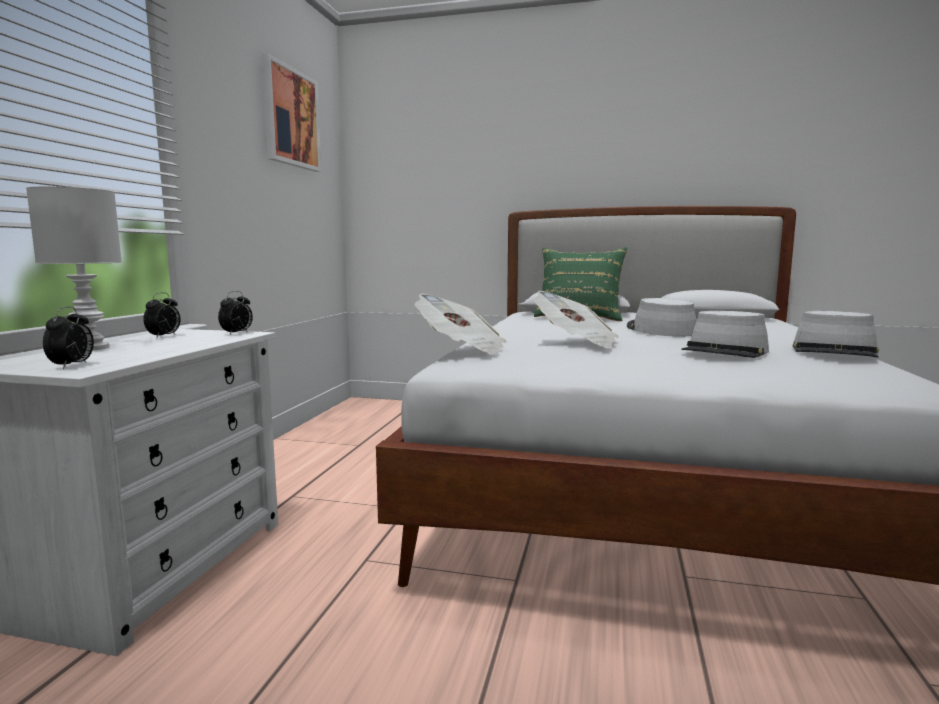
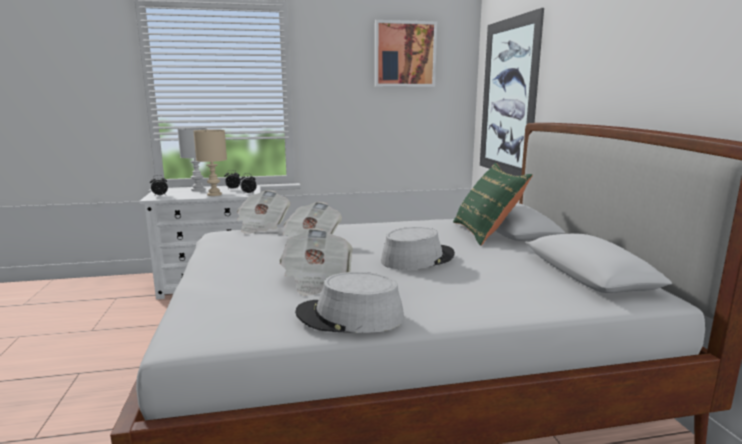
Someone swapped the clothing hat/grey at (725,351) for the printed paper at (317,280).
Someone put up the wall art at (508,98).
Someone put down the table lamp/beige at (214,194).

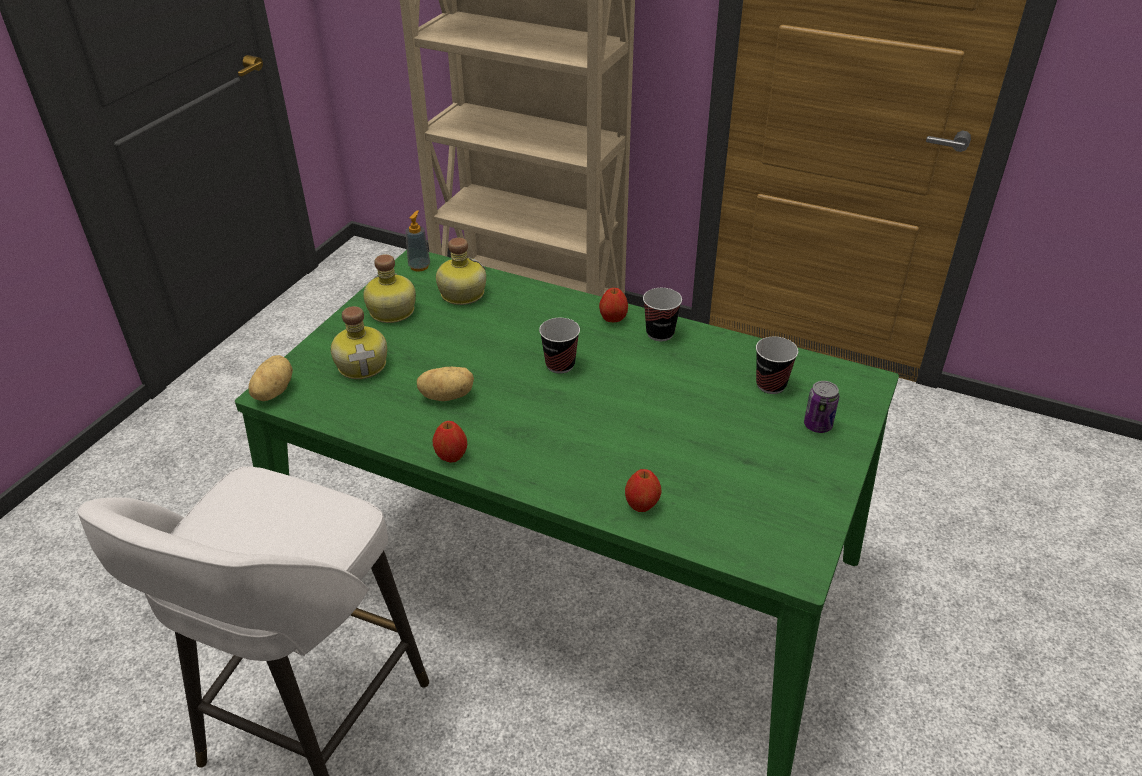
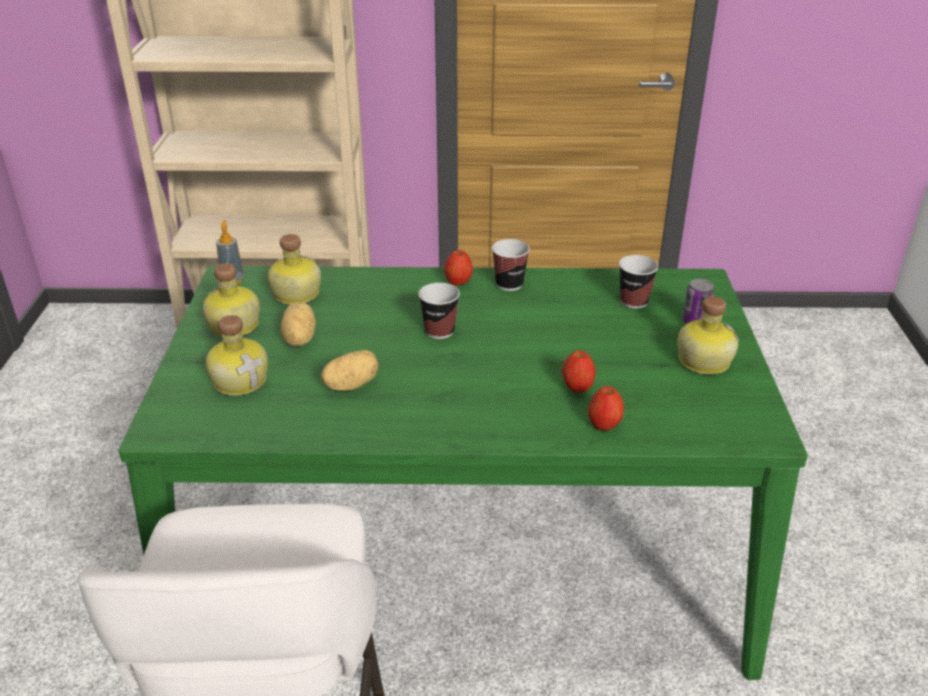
Someone carried the whole potato from (272,392) to (298,339).
Someone carried the apple from (451,455) to (577,387).
Someone put down the bottle at (702,360).

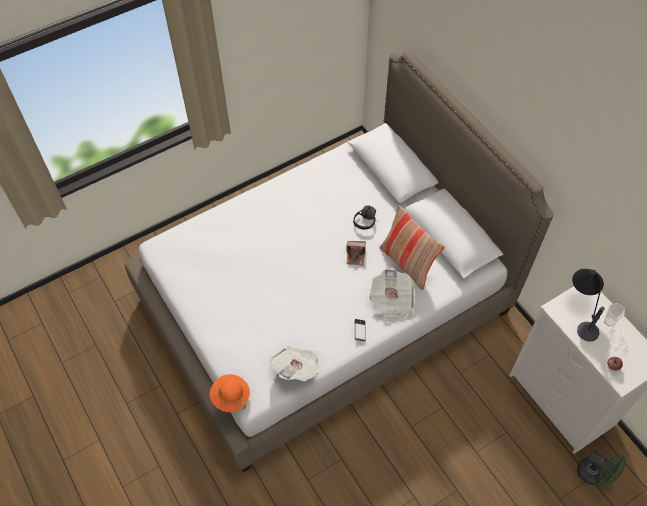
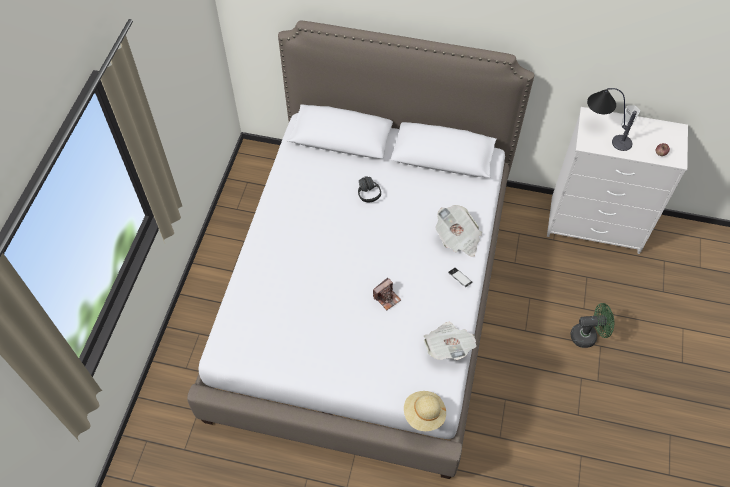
Someone took away the cushion at (407,263).
Someone carried the photo camera from (355,256) to (386,298).
Someone repainted the clothing hat/orangey at (230,397), which became the clothing hat/beige at (424,415).
Someone carried the electric fan/green from (594,475) to (587,336).

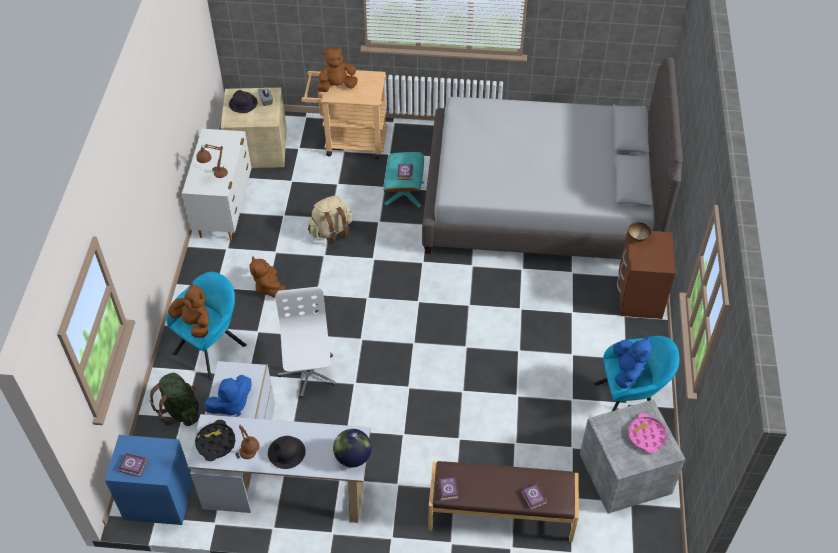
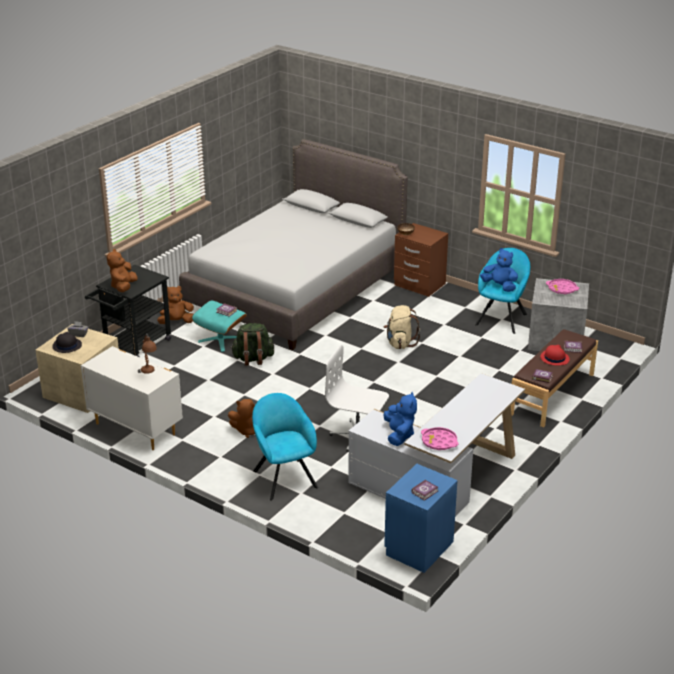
Someone repainted the wheeled cart/beige at (349,141), which became the wheeled cart/black-coloured at (133,346).
Someone carried the rucksack/beige from (331,231) to (400,343).
Someone carried the plush toy/brown-coloured from (194,323) to (176,322).
Someone carried the rucksack/green from (181,410) to (253,359).
Someone repainted the serving tray/black-coloured at (215,443), which became the serving tray/pink-coloured at (439,442).
Someone took away the table lamp/brown-coloured at (250,459).
Someone took away the desk globe at (353,457).
Someone took away the clothing hat/black-coloured at (286,453).
Someone put down the clothing hat/reddish at (554,358).

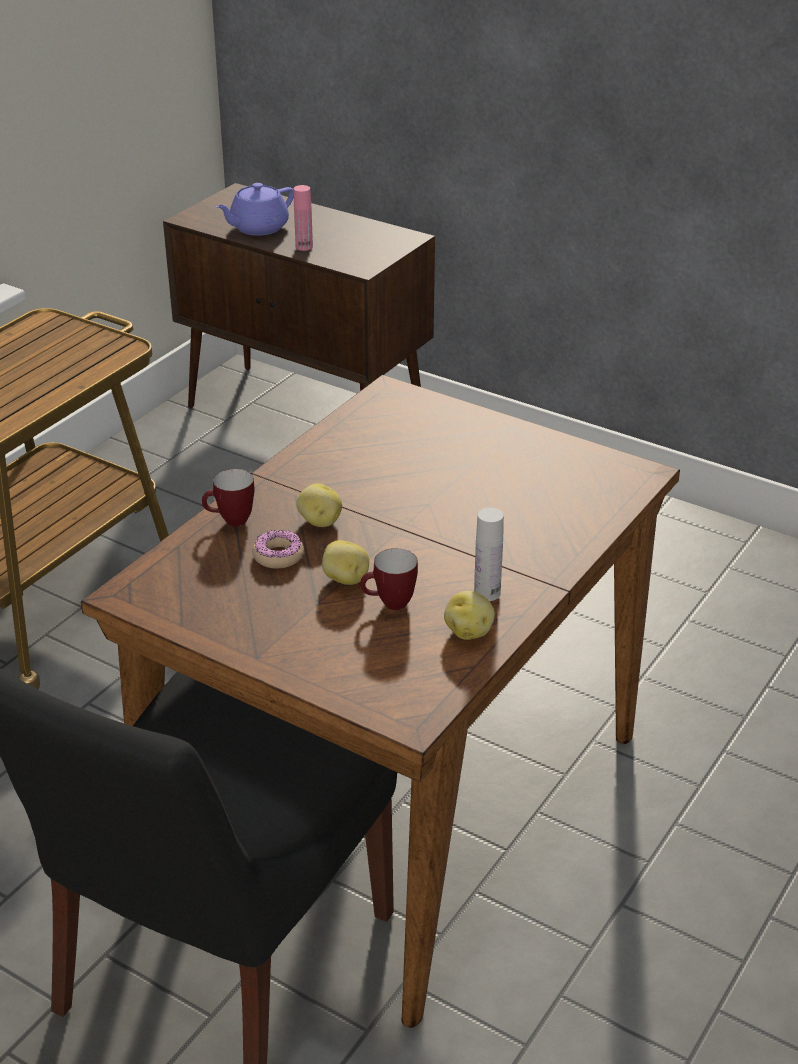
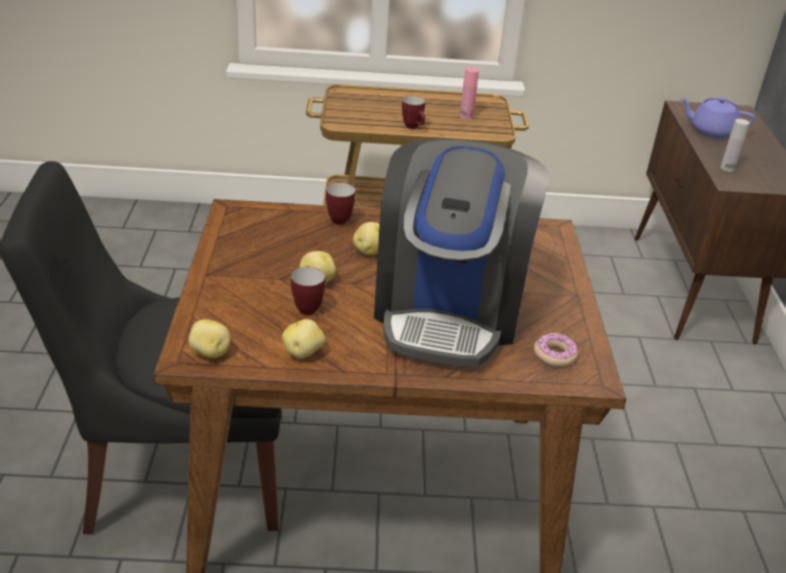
Someone carried the bottle/pink-coloured from (304,247) to (466,116).
Someone carried the bottle/white-coloured from (487,593) to (727,168).
Someone carried the ring doughnut from (278,556) to (554,355).
Someone put down the coffee mug at (414,127).
Someone put down the coffee maker at (449,309).
Someone put down the whole potato at (210,353).

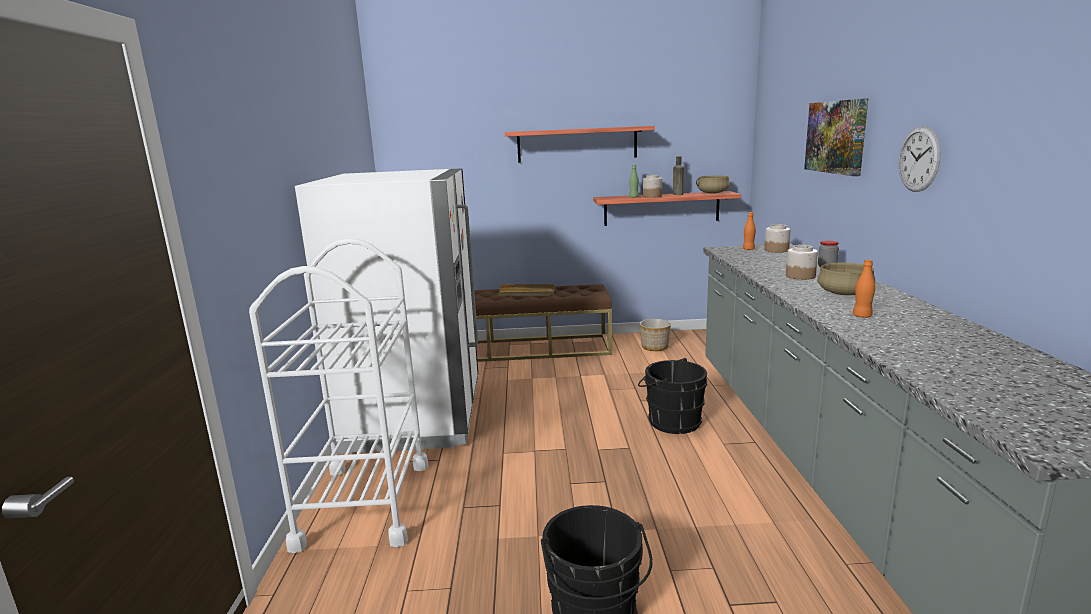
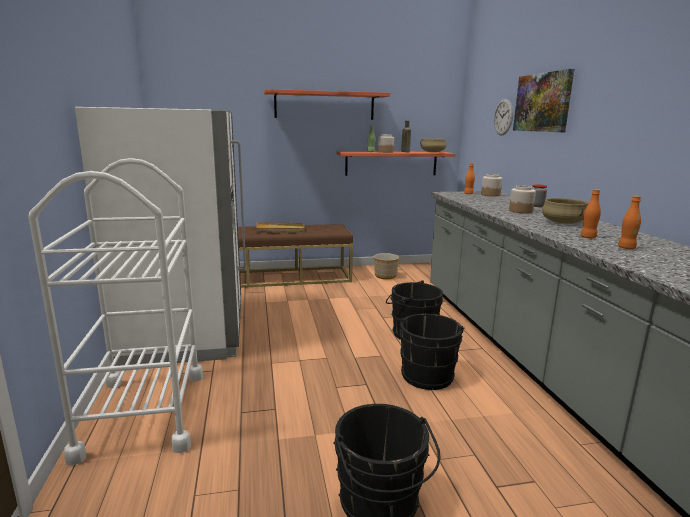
Someone carried the wall clock from (919,159) to (503,117).
Someone put down the bottle/orangey at (626,248).
Someone put down the bucket/black-coloured at (427,374).

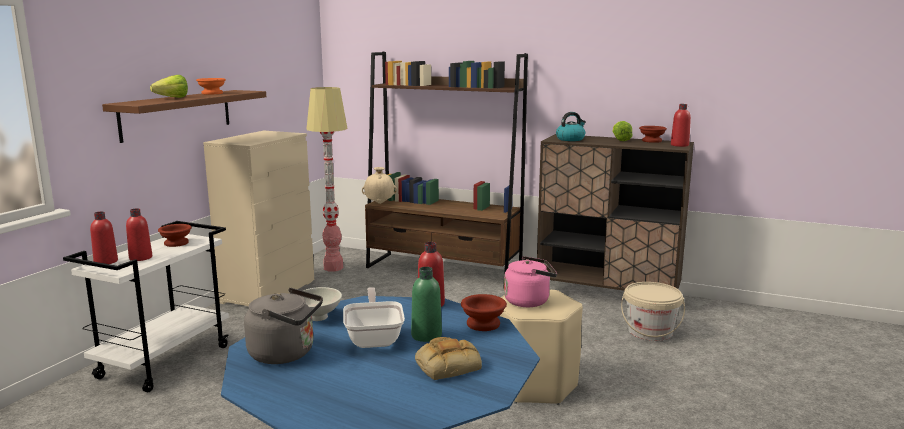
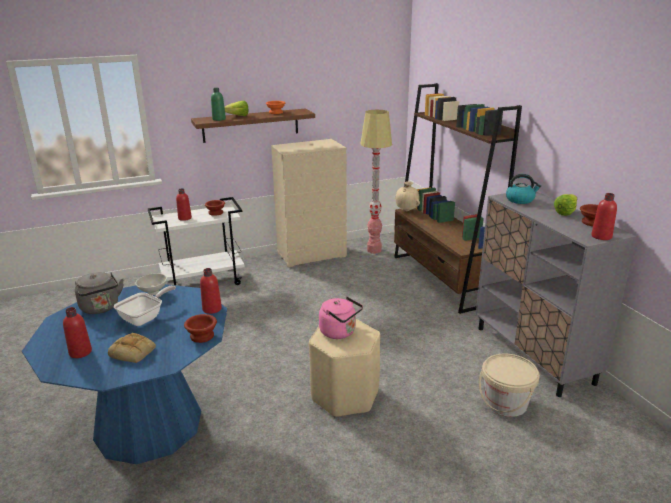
Someone repainted the cabinet/brown-coloured at (608,295), which became the cabinet/grey at (533,355).
Someone carried the bottle/reddish from (106,261) to (80,352).
Someone carried the bottle/green from (426,336) to (219,119).

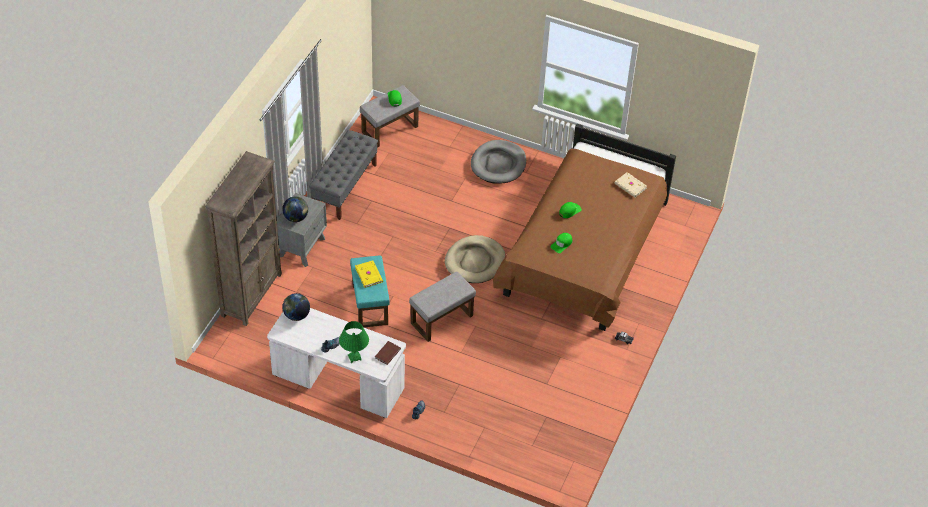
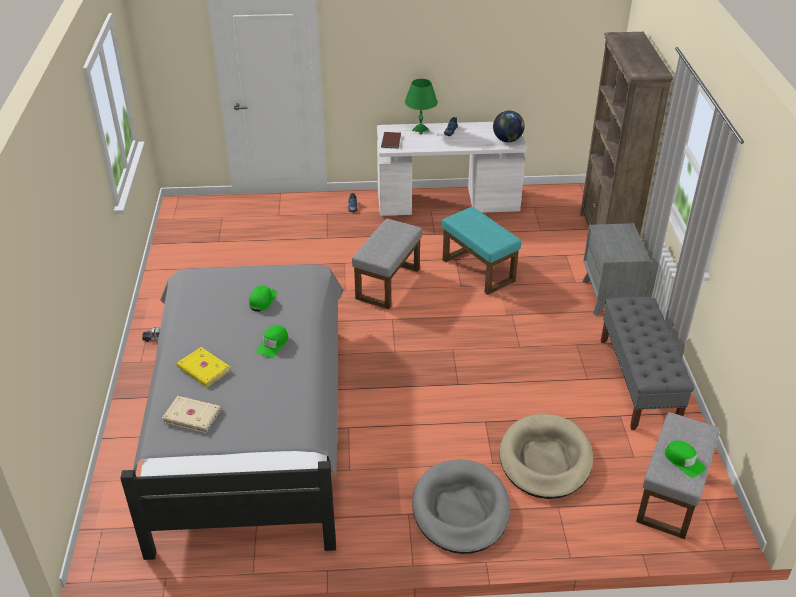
Someone repainted the bedroom bed/brown-coloured at (584,253), which became the bedroom bed/grey at (251,422).
Someone took away the desk globe at (296,218).
Someone carried the pet bed/beige from (475,261) to (545,459).
Someone carried the book/yellow-coloured from (369,274) to (203,369).

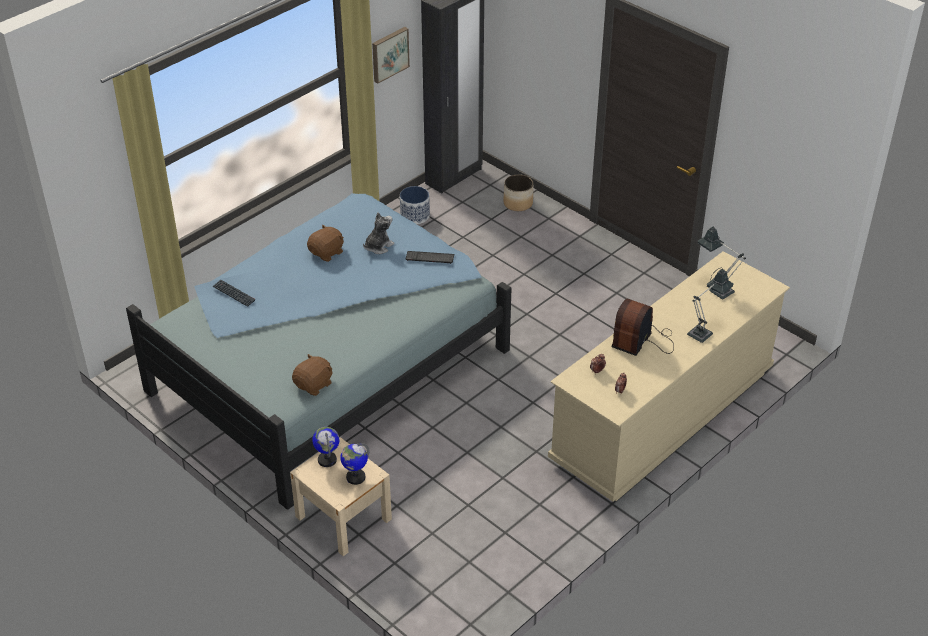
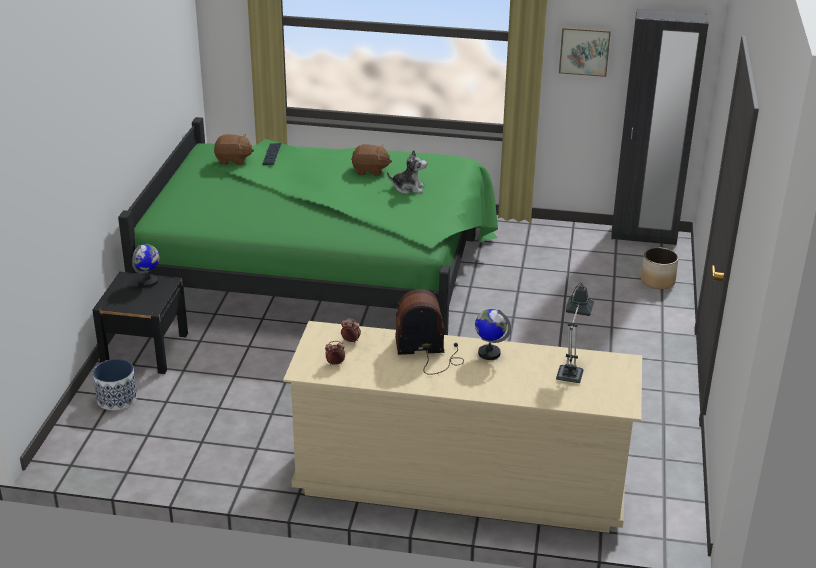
Someone carried the planter from (414,216) to (116,399).
Someone repainted the bedroom bed/blue-coloured at (328,361), which became the bedroom bed/green at (324,271).
Someone took away the keyboard at (430,258).
Someone took away the table lamp at (703,332).
Someone carried the plush toy/brown-coloured from (314,385) to (233,160).
Someone repainted the nightstand/beige at (343,518), which became the nightstand/black-coloured at (145,350).
Someone carried the desk globe from (355,477) to (489,353).

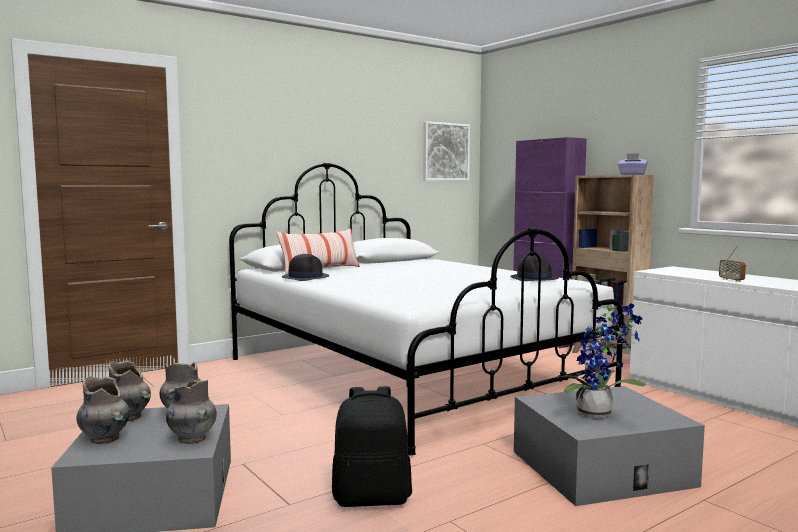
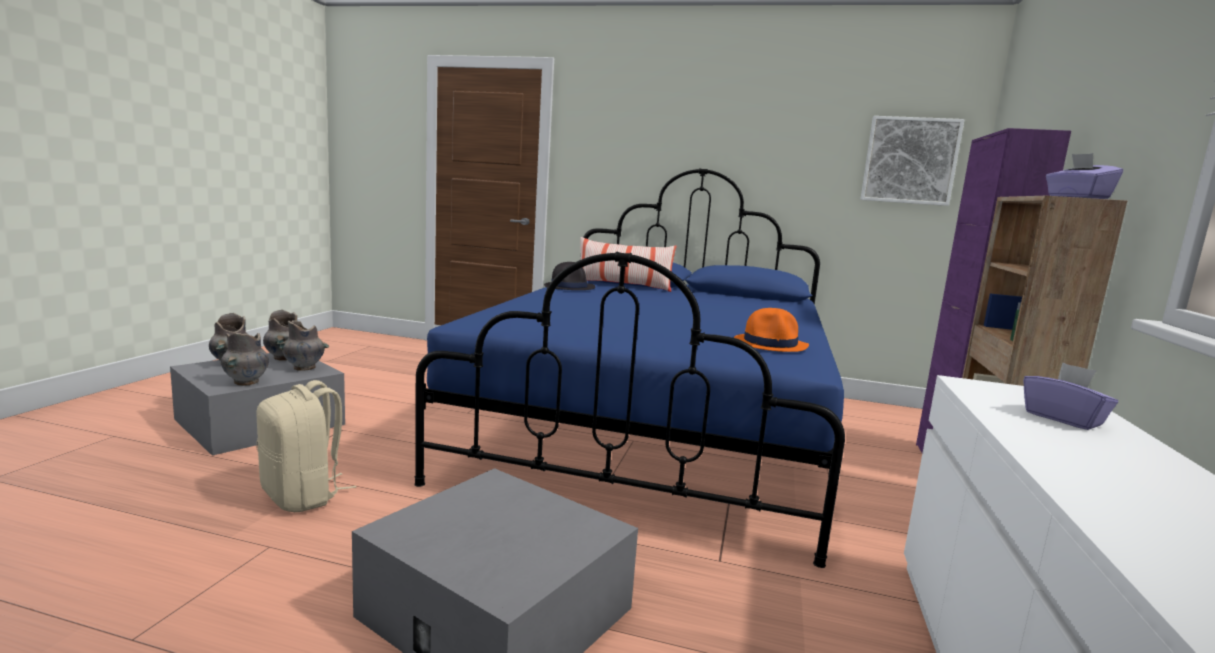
Someone repainted the bedroom bed/white-coloured at (410,375), which became the bedroom bed/blue-coloured at (656,430).
Someone took away the radio receiver at (731,280).
Someone repainted the clothing hat/black-coloured at (534,278), which became the clothing hat/orangey at (770,344).
Someone took away the plant in a pot at (599,414).
Someone repainted the rucksack/black-coloured at (372,498), which became the rucksack/beige at (303,496).
Someone put down the box of tissues/purple at (1063,419).

